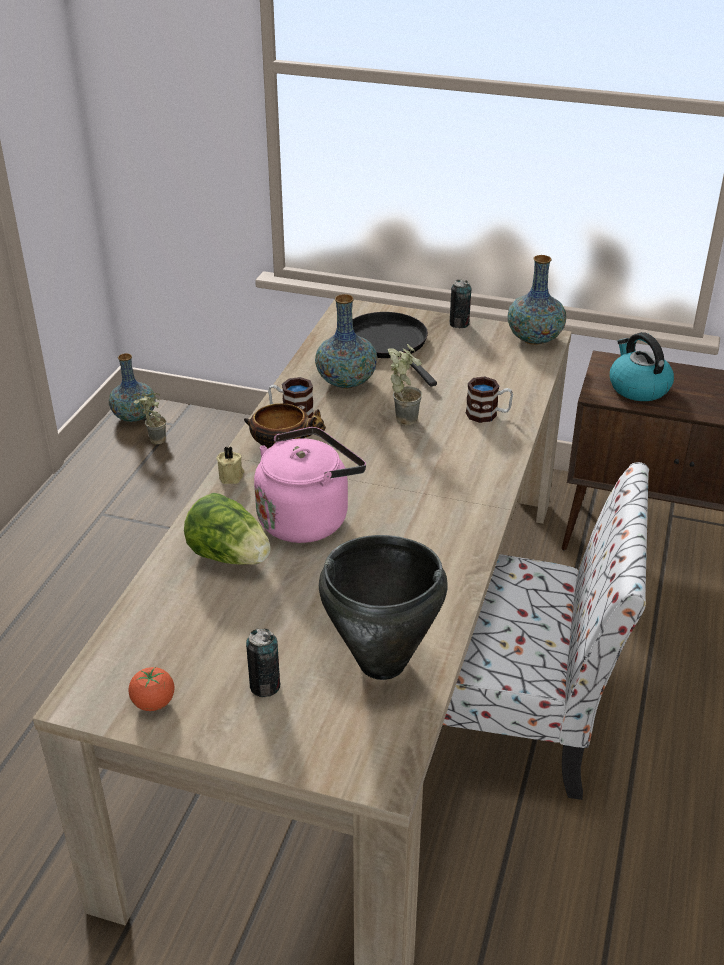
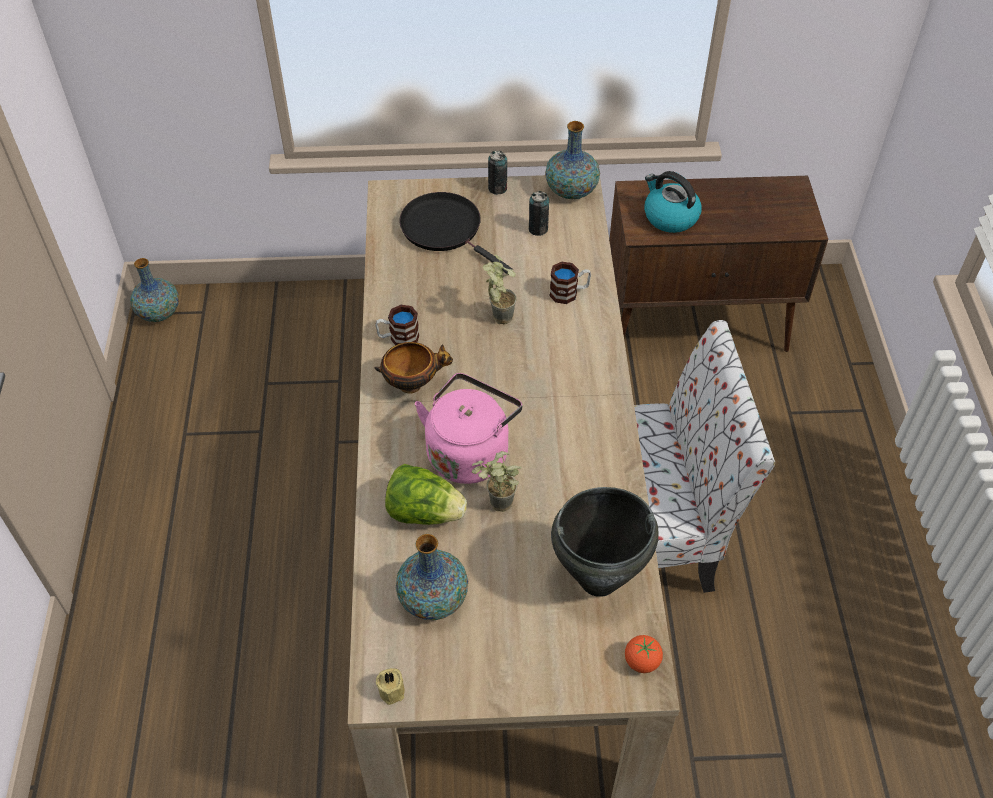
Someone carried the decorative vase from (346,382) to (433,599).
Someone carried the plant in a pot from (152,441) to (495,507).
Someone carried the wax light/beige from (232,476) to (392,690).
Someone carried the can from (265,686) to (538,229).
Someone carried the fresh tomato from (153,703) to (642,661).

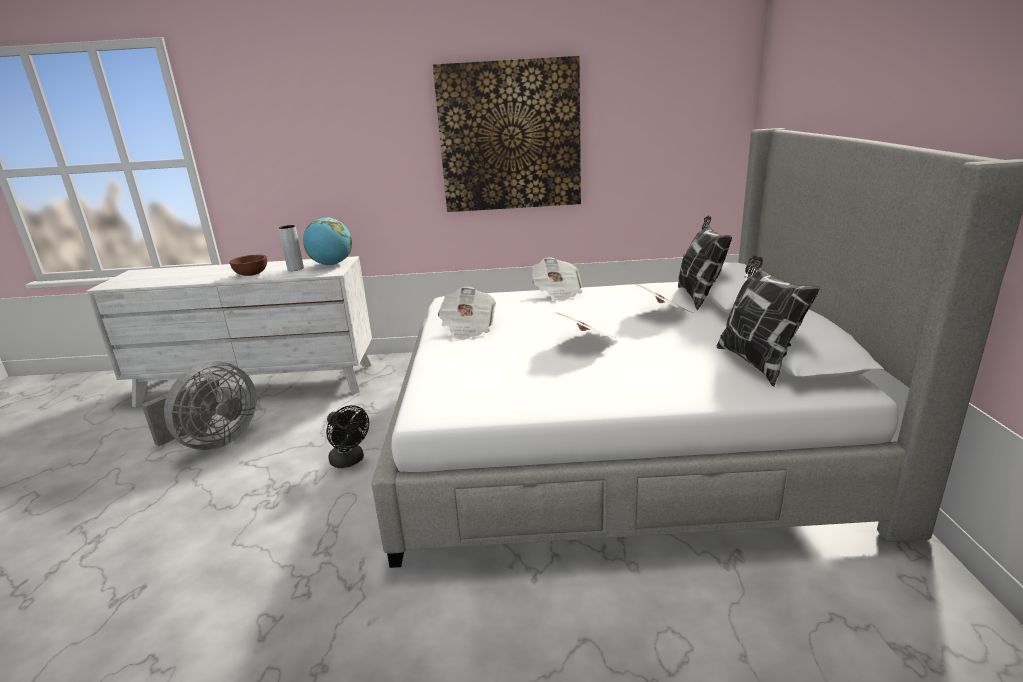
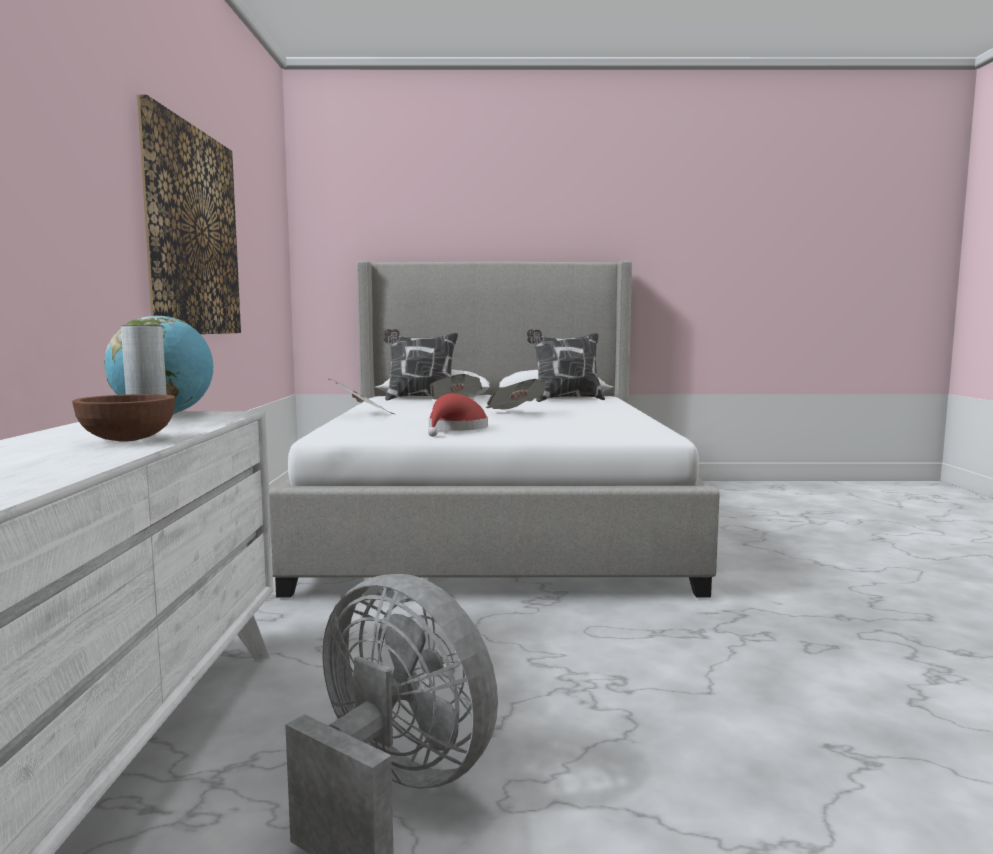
Someone swapped the printed paper at (467,329) for the clothing hat/reddish at (455,429).
Someone took away the electric fan/black-coloured at (350,461).

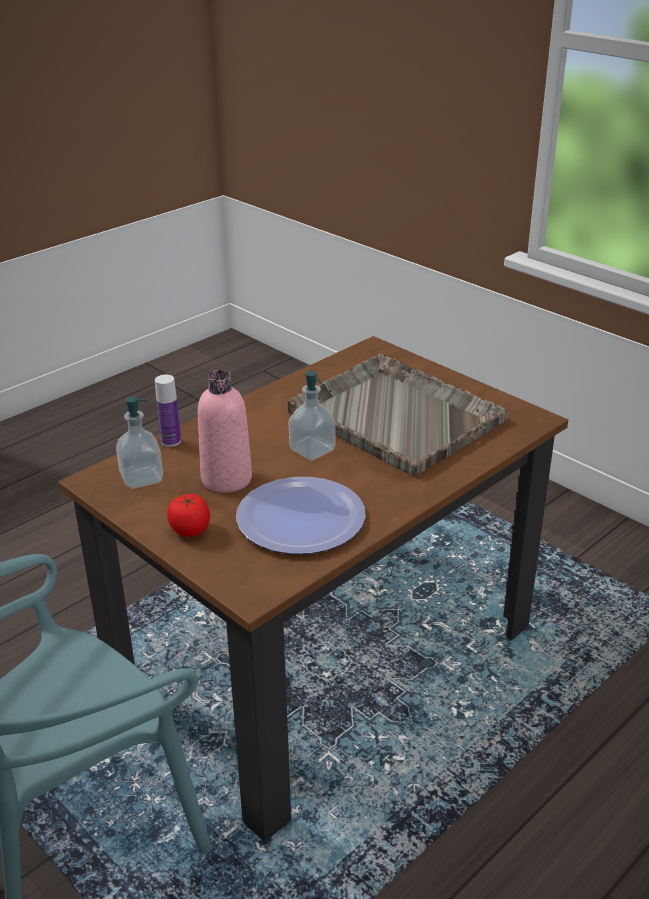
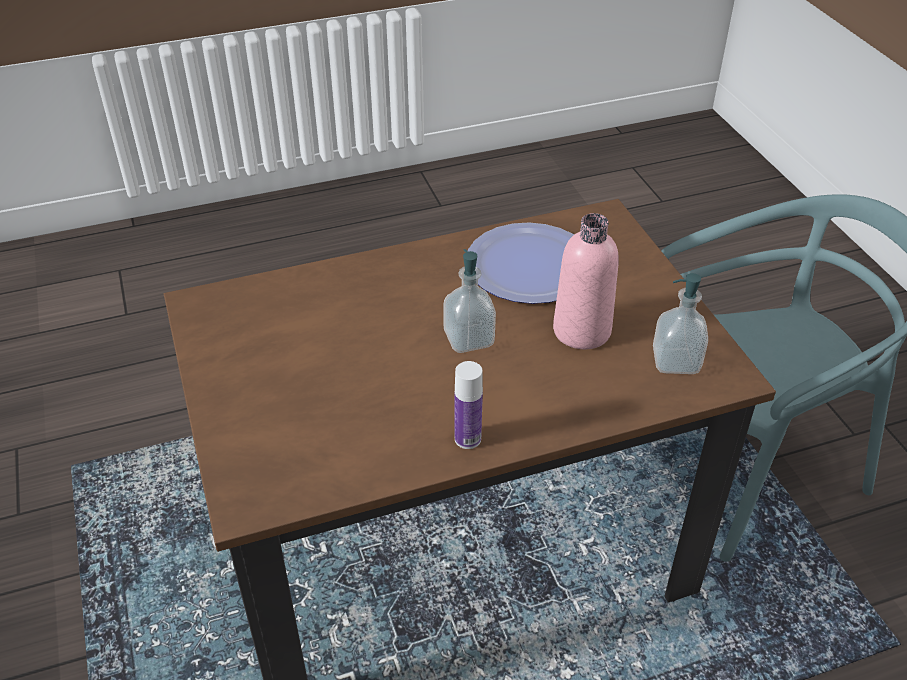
Someone took away the serving tray/grey at (394,415).
Someone carried the bottle from (171,441) to (467,439).
Someone took away the fresh tomato at (190,529).

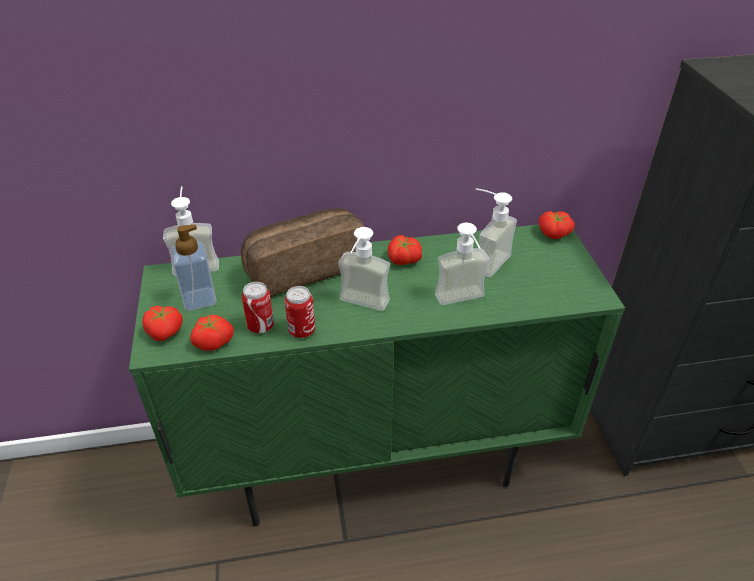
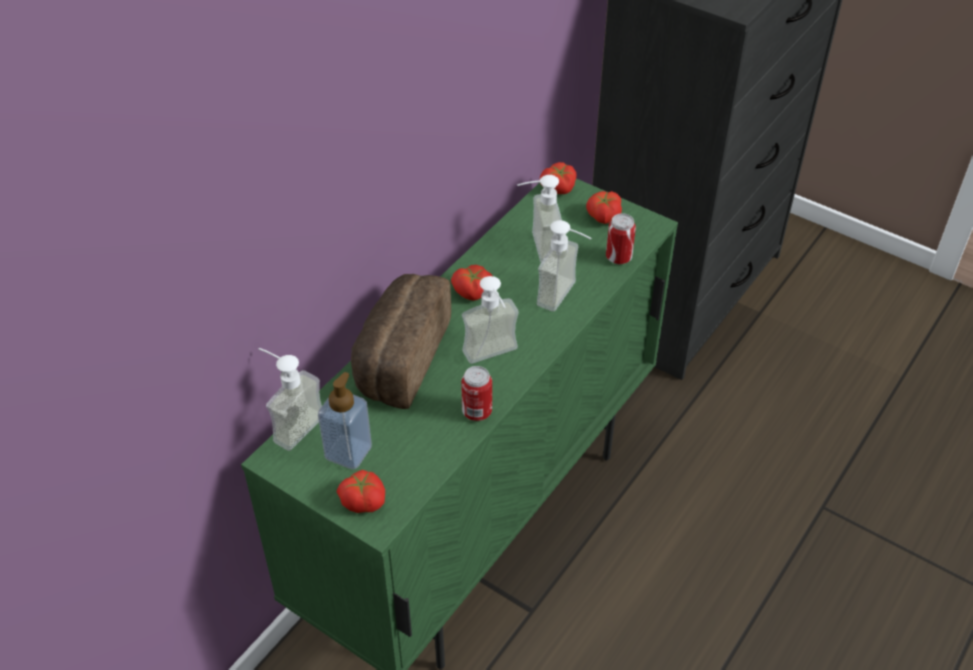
Someone carried the can from (260,326) to (618,257).
Someone carried the fresh tomato from (213,341) to (603,216).

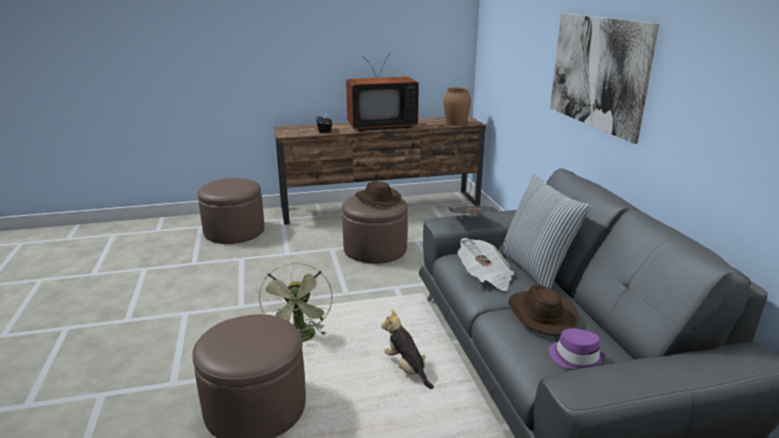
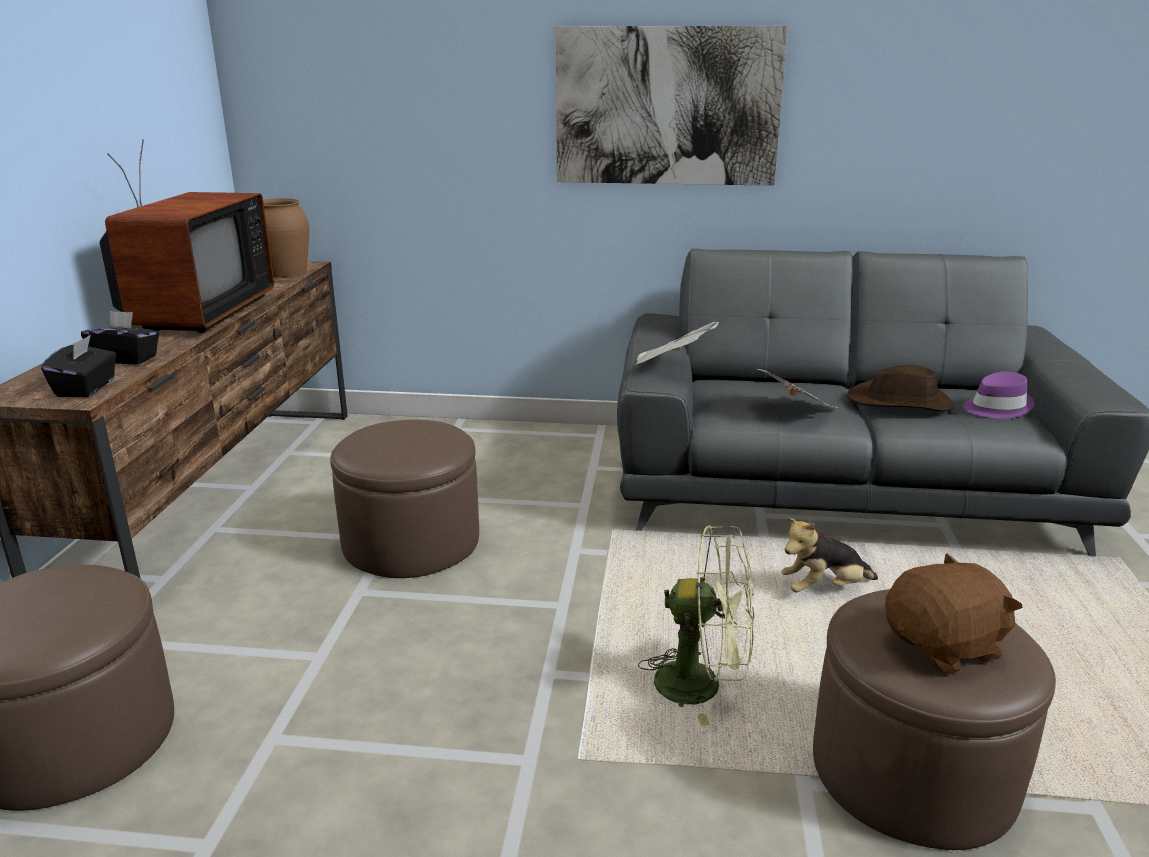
Someone took away the cushion at (535,269).
Someone took away the clothing hat/brown-coloured at (377,199).
Someone put down the box of tissues/black-coloured at (87,388).
Someone put down the plush toy/brown-coloured at (944,647).

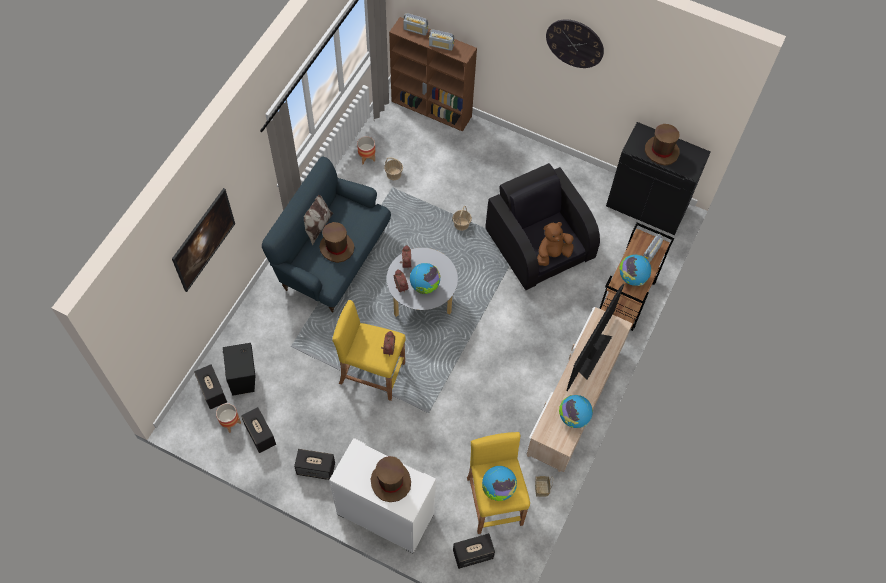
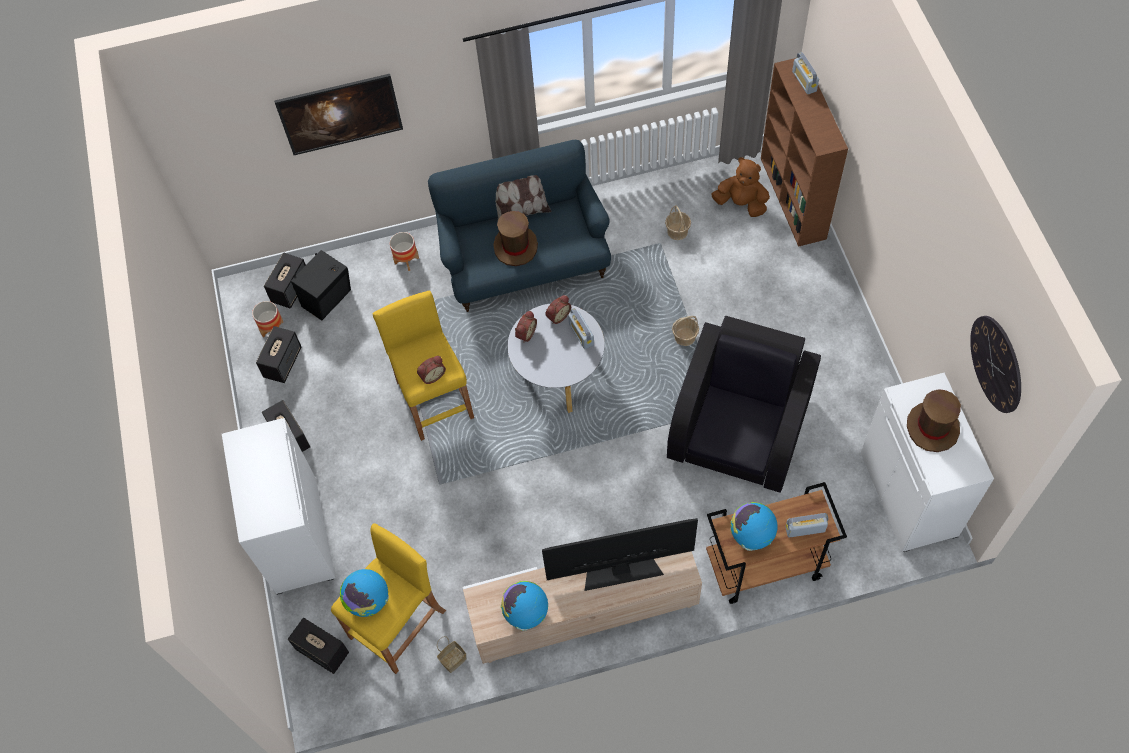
Someone carried the wall clock from (575,43) to (996,364).
Someone carried the radio receiver from (441,45) to (581,334).
Someone repainted the cabinet/black-coloured at (647,206), which became the cabinet/white-coloured at (909,494).
Someone carried the planter from (367,157) to (406,260).
Someone carried the plush toy/brown-coloured from (552,254) to (741,203).
Someone took away the desk globe at (425,286).
Someone took away the clothing hat/brown-coloured at (391,481).

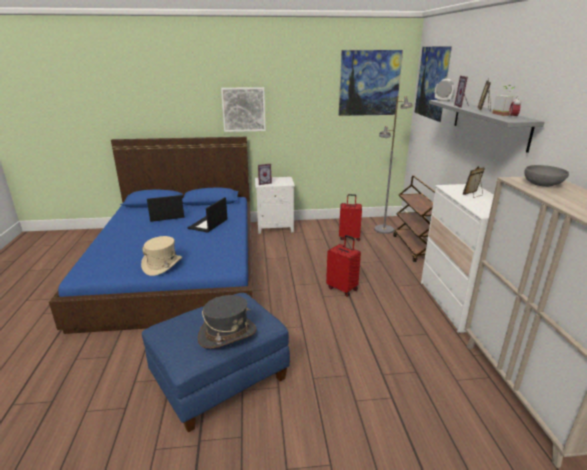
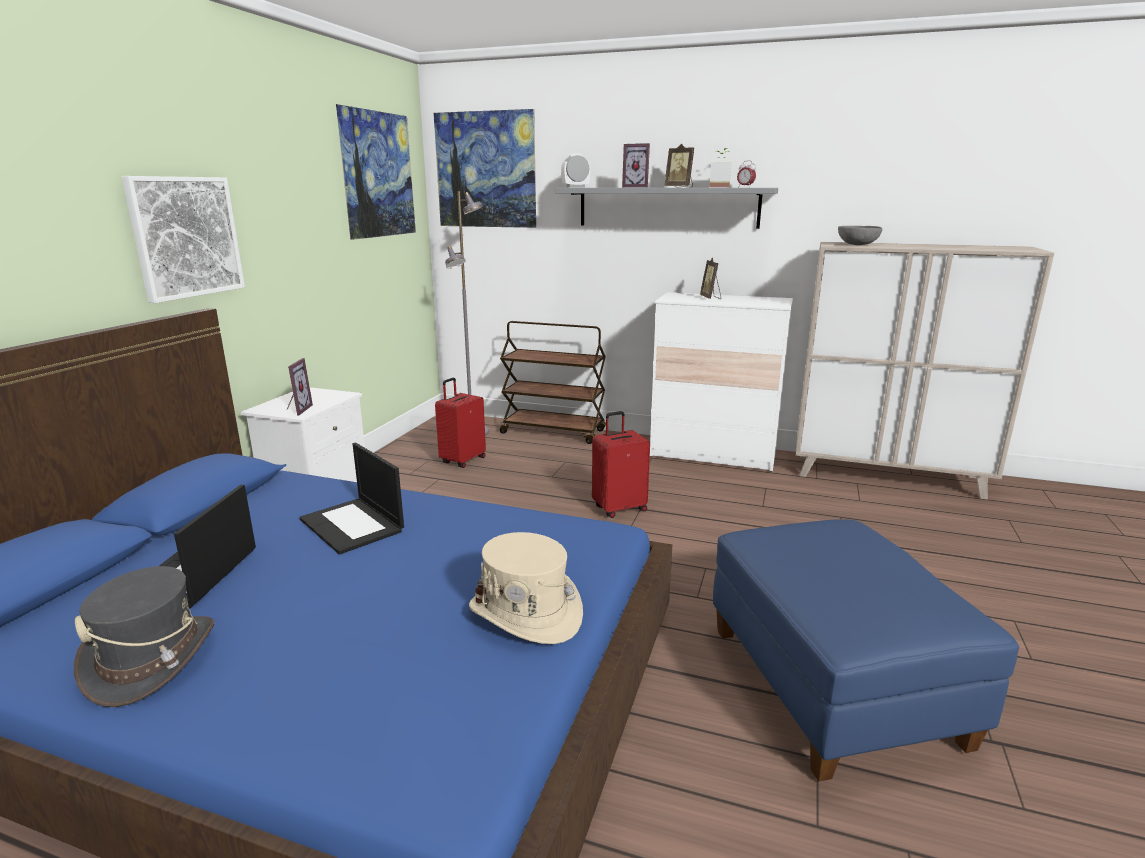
Someone carried the clothing hat/grey from (227,334) to (152,659).

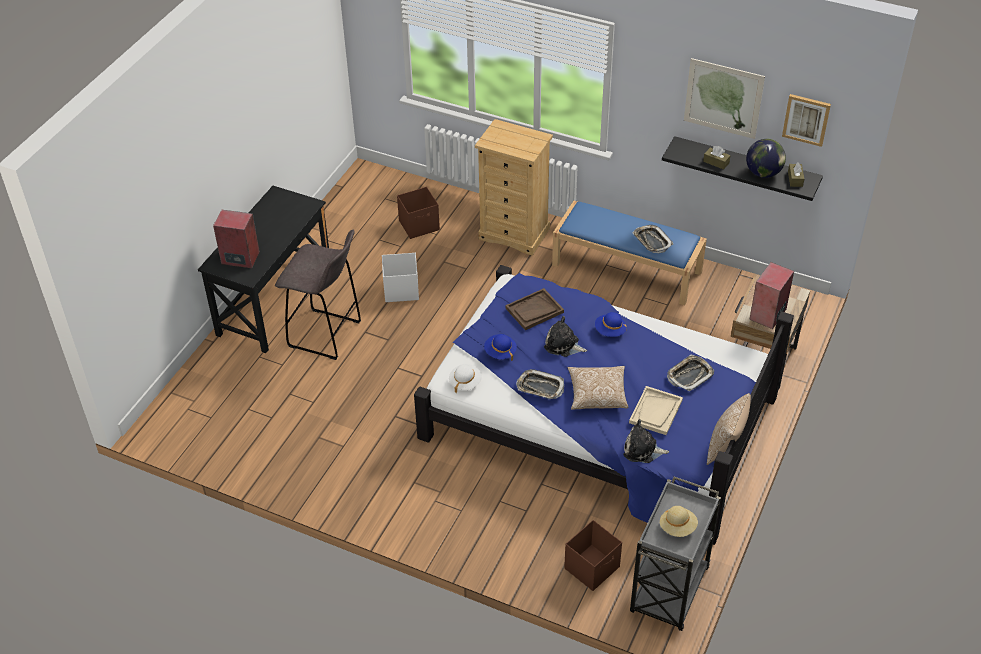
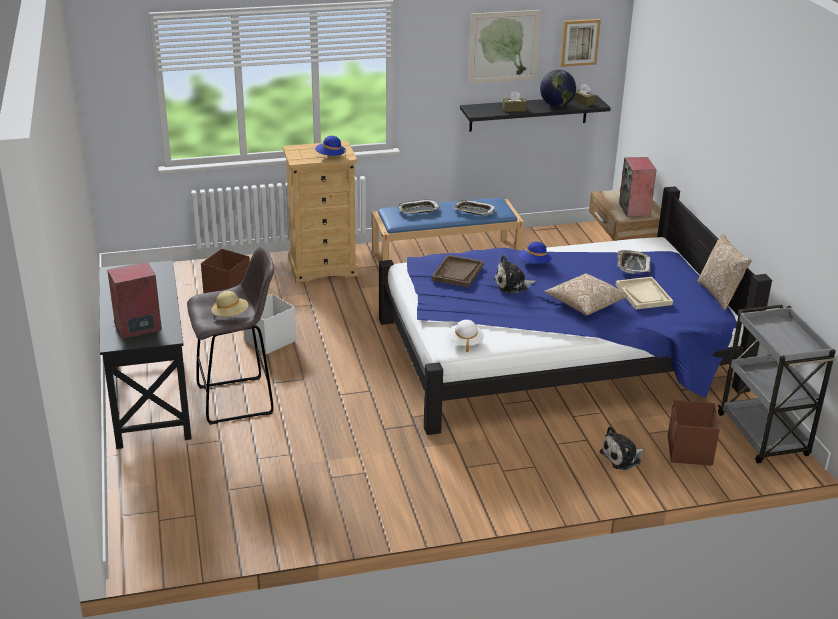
Someone carried the clothing hat/blue-coloured from (500,352) to (330,156).
Someone carried the serving tray from (540,387) to (418,210).
Someone carried the plush toy from (642,450) to (622,457).
Someone carried the clothing hat/beige from (678,527) to (230,315).

